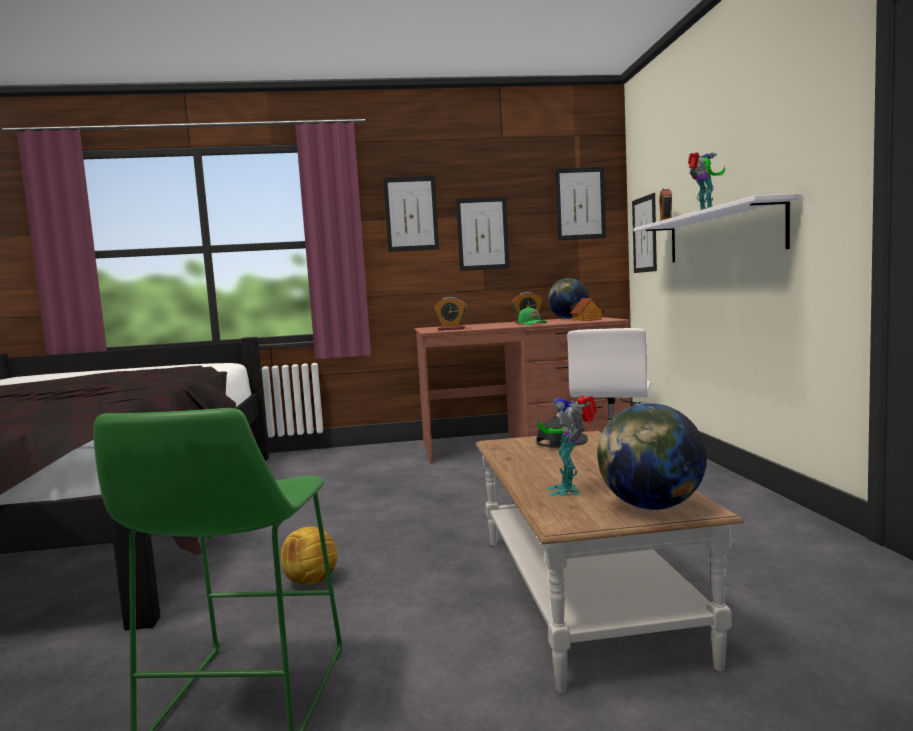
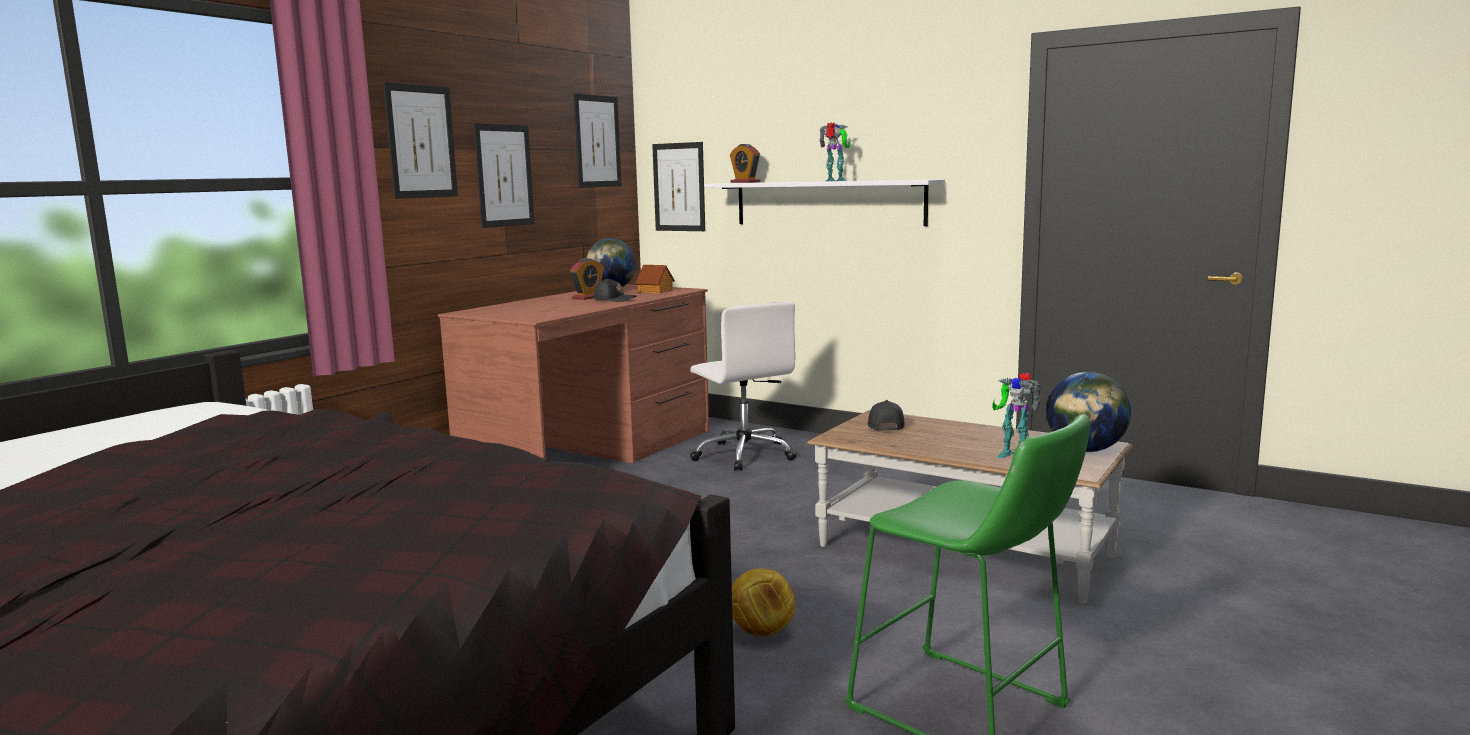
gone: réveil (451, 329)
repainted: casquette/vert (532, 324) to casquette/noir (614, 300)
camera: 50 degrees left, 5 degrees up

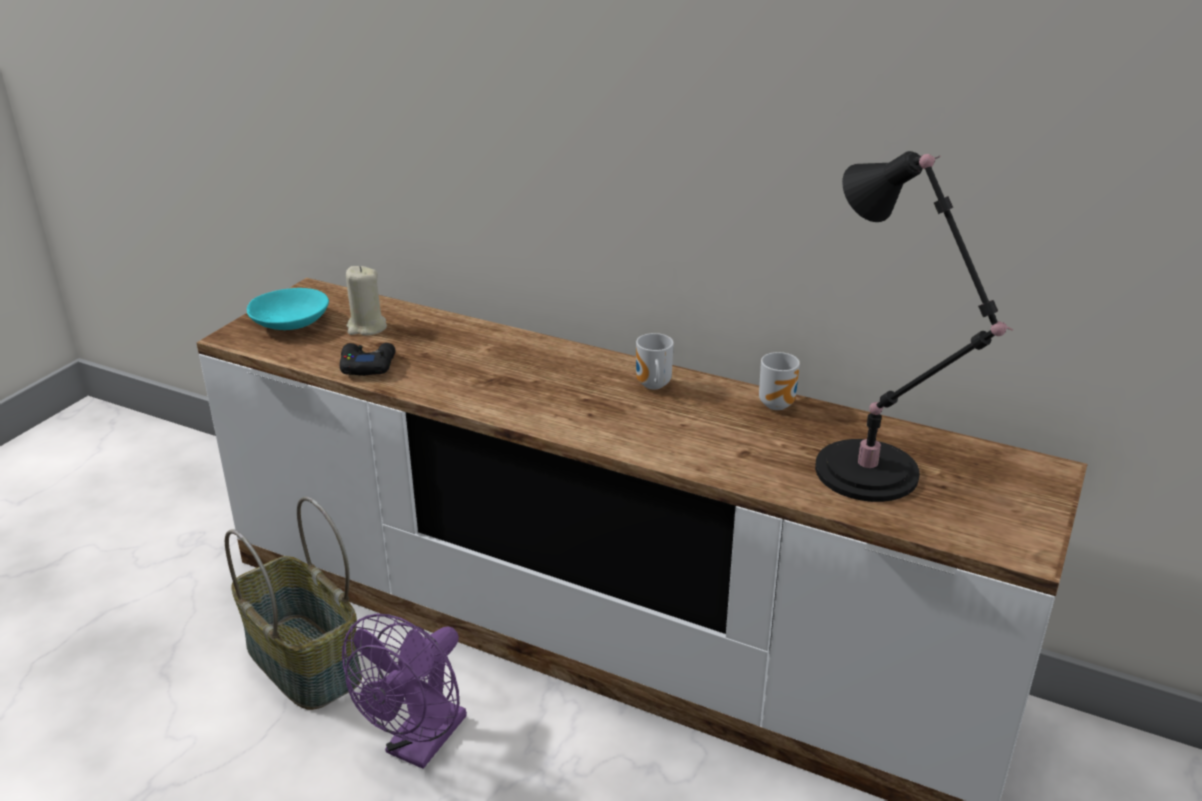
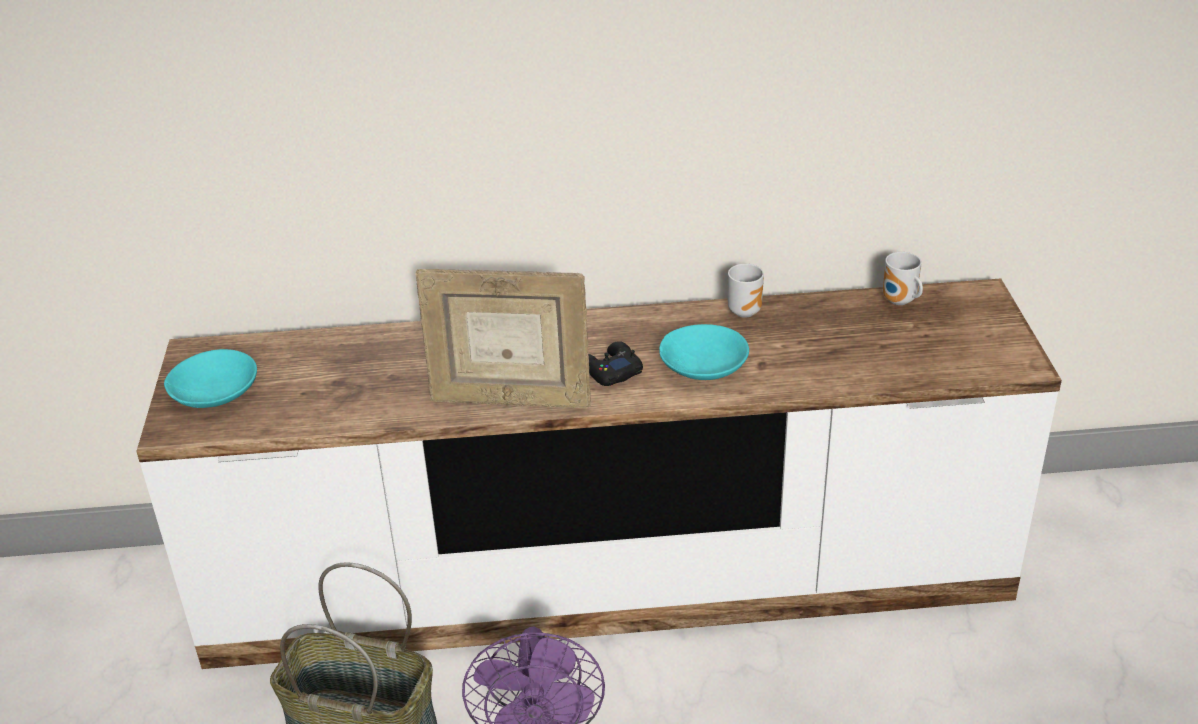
gone: bougie/beige (366, 327); lampe de table/noir (873, 476)
new: cadre photo (509, 400); bol/turquoise (702, 366)
shifted: manette/noir (367, 365) to (609, 370); mug (652, 386) to (899, 302)
camera: 30 degrees left, 5 degrees up

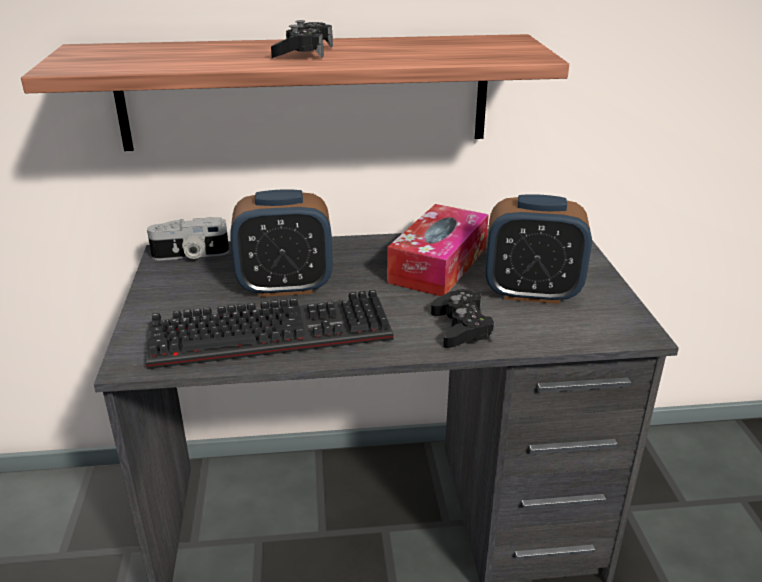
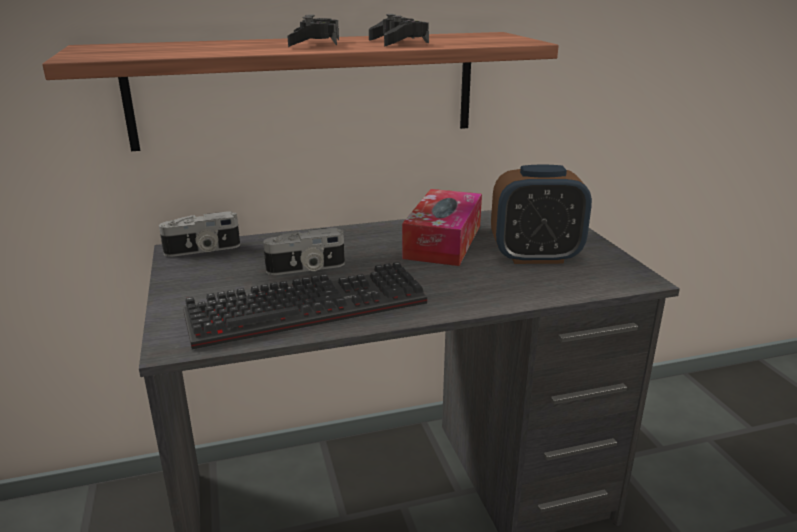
shifted: manette/noir (461, 327) to (398, 42)
swapped: réveil (285, 286) to appareil photo (306, 269)
camera: 10 degrees left, 5 degrees down

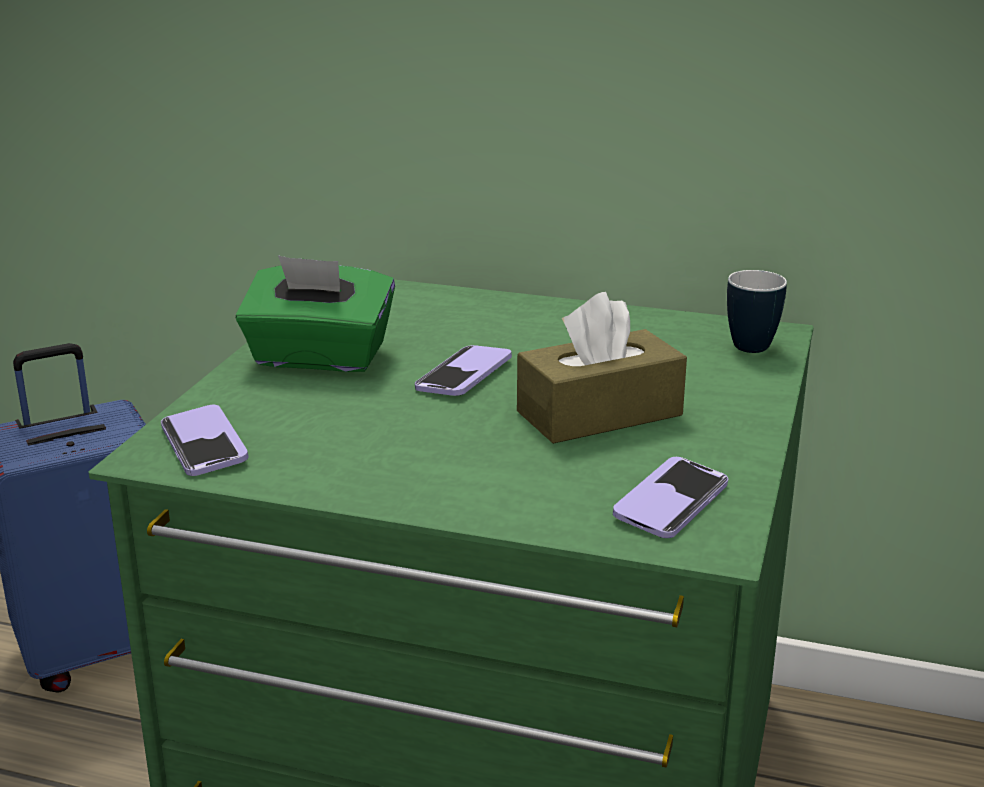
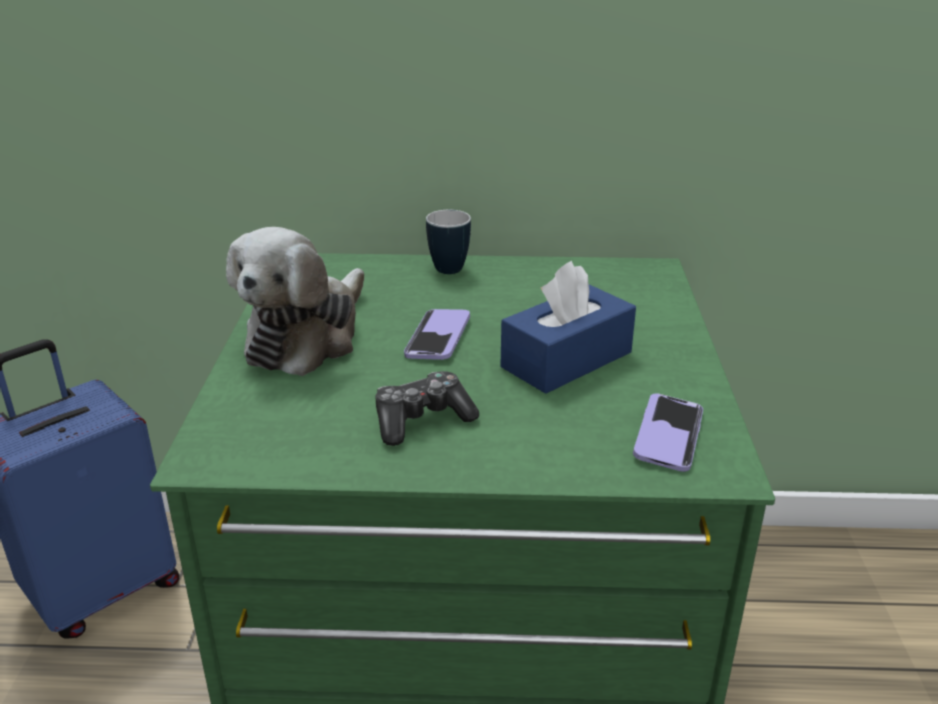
gone: téléphone (204, 444)
new: manette (422, 420)
shifted: mug (753, 343) to (450, 266)
swapped: boîte à mouchoirs/vert (319, 358) to peluche (307, 337)
repainted: boîte à mouchoirs/marron (599, 413) to boîte à mouchoirs/bleu (566, 360)
camera: 15 degrees left, 5 degrees up

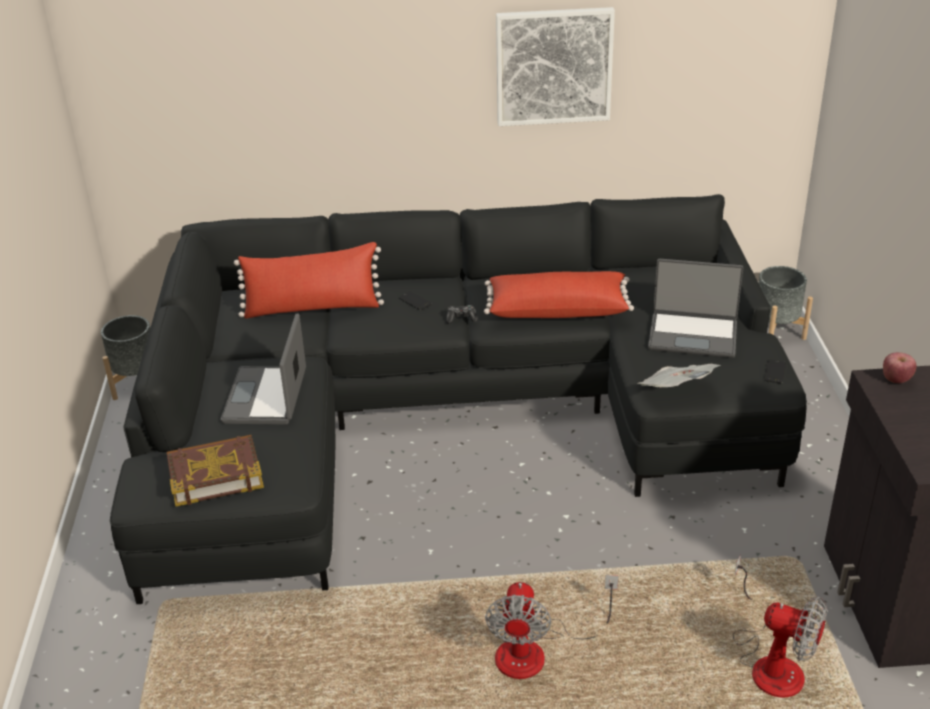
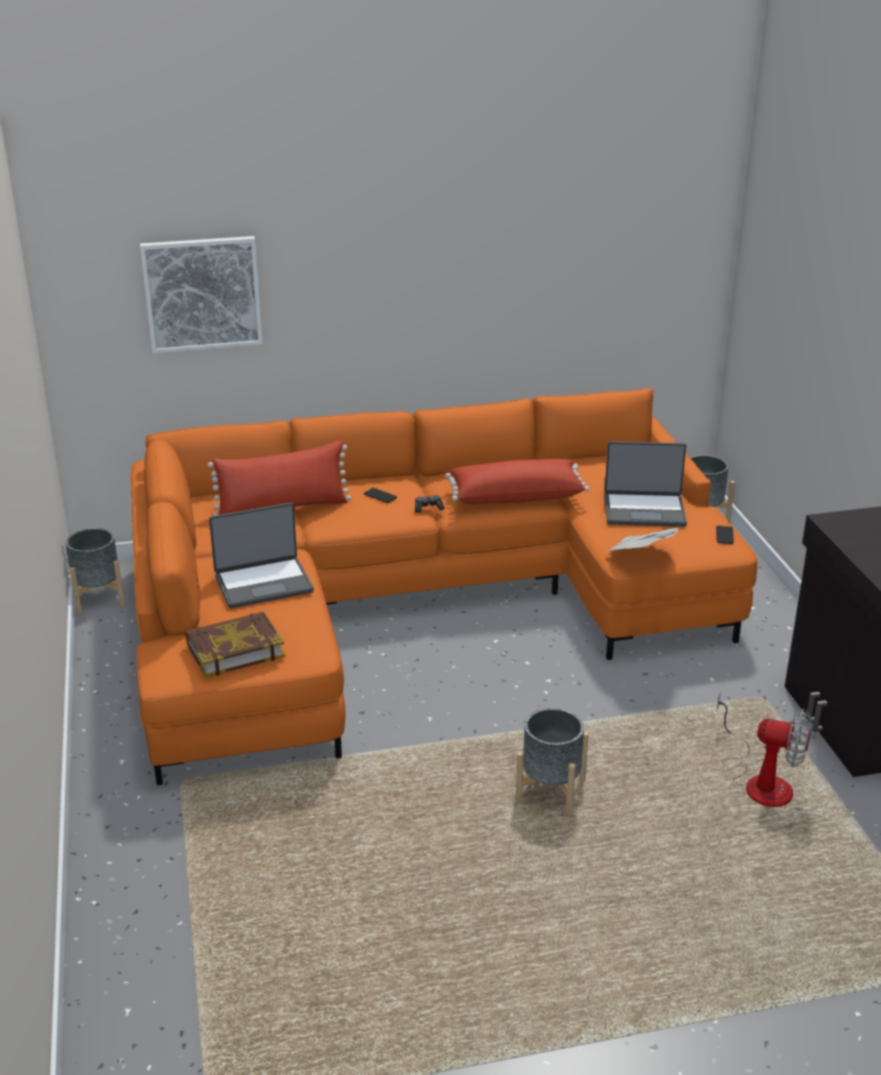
gone: pomme (896, 379)
shifted: tableau (553, 66) to (202, 294)
swapped: ventilateur (536, 652) to cache-pot/gris (550, 791)
repainted: canapé/noir (444, 415) to canapé/orange (411, 605)
rotated: ordinateur portable (267, 397) = (263, 583) 105 degrees counterclockwise
camera: 10 degrees left, 5 degrees down

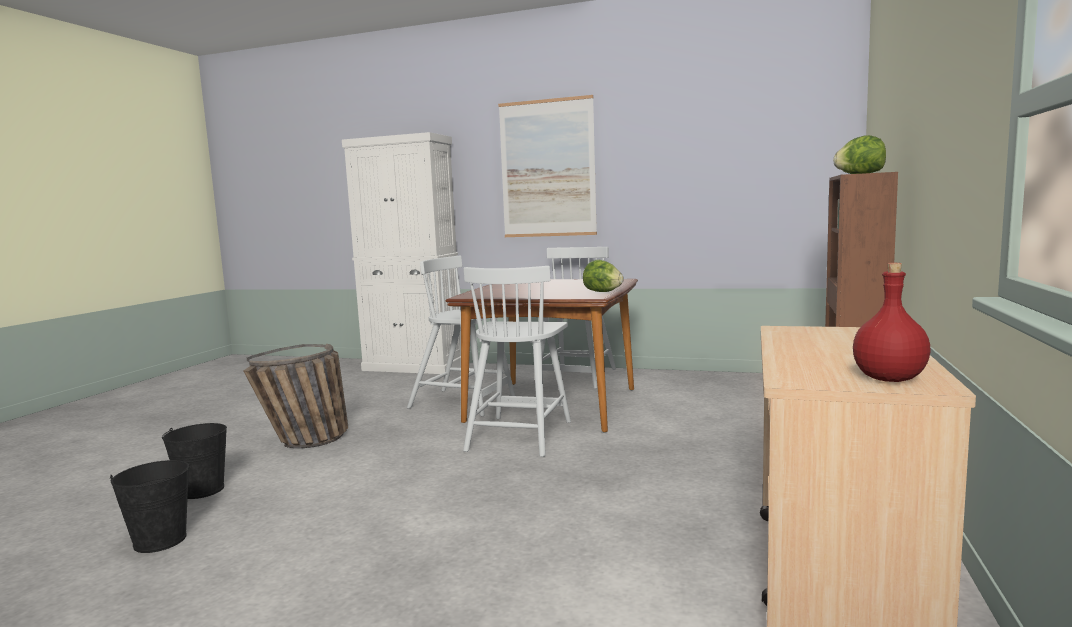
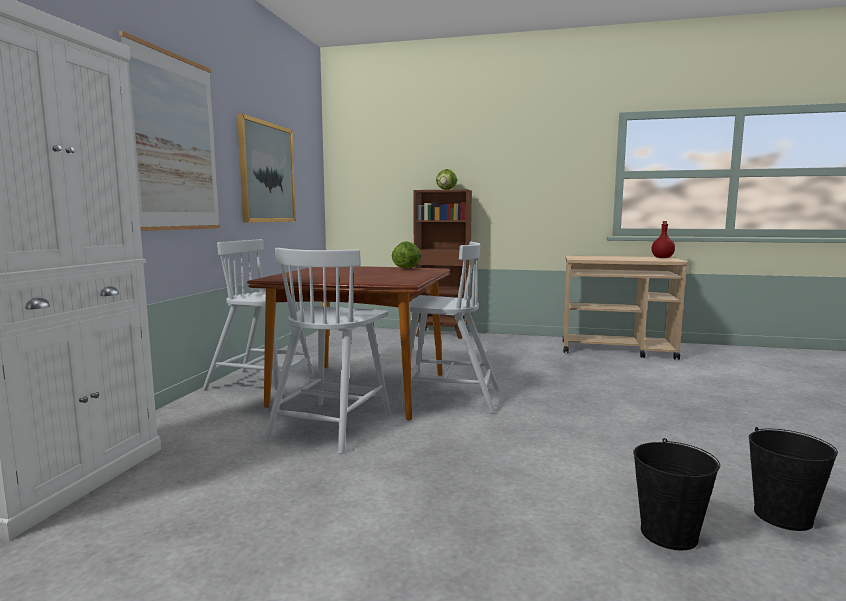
gone: panier (306, 443)
new: tableau (267, 173)
camera: 95 degrees left, 0 degrees up

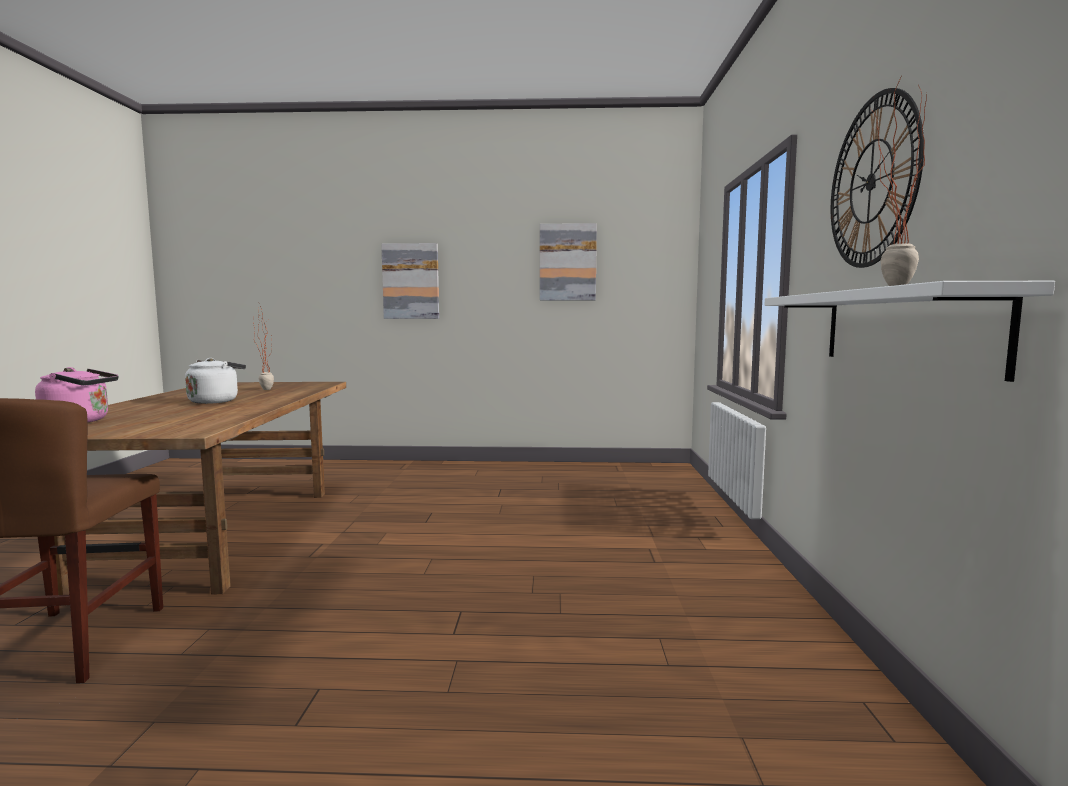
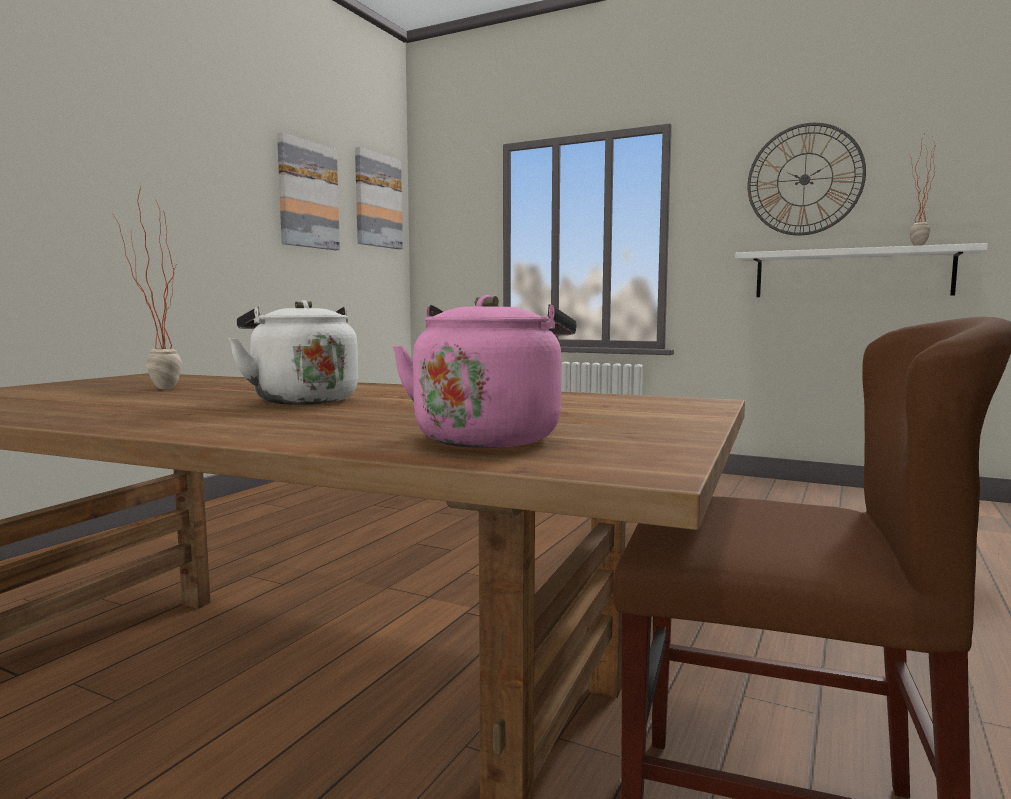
shifted: tableau (411, 281) to (377, 201)
camera: 65 degrees left, 0 degrees up

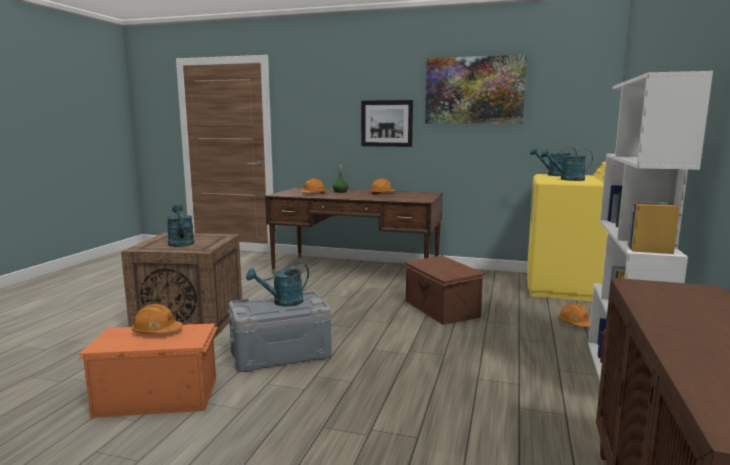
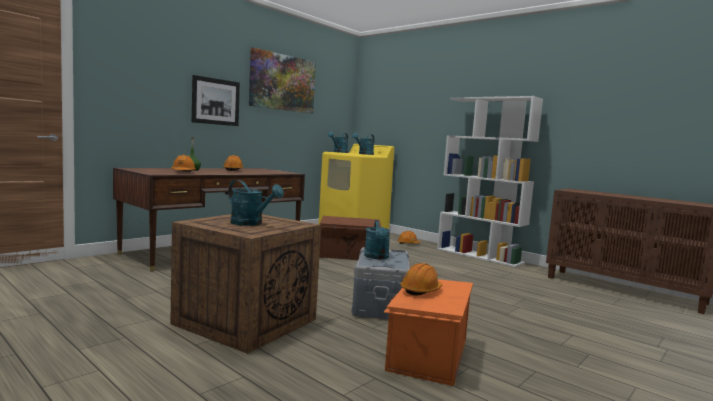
rotated: arrosoir/turquoise (180, 242) = (251, 223) 150 degrees counterclockwise
camera: 65 degrees left, 5 degrees down

